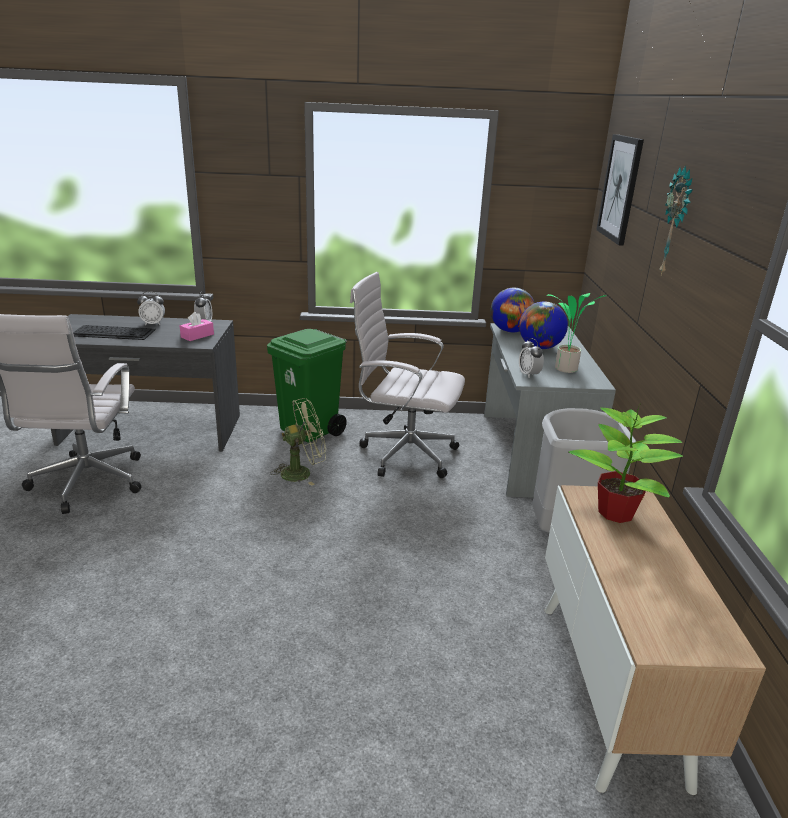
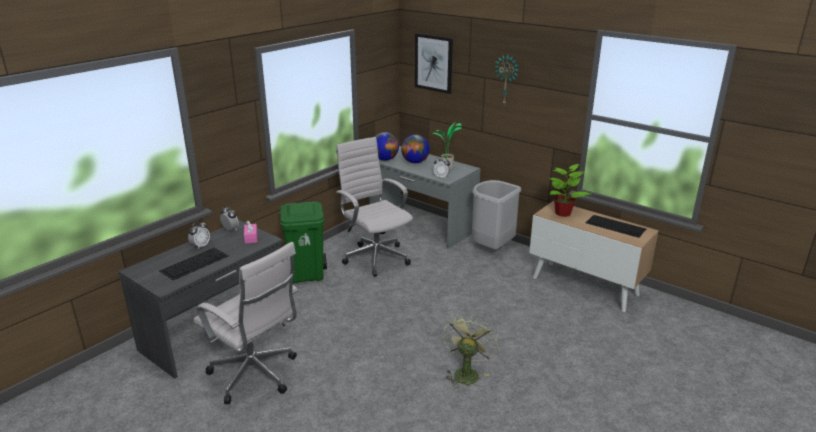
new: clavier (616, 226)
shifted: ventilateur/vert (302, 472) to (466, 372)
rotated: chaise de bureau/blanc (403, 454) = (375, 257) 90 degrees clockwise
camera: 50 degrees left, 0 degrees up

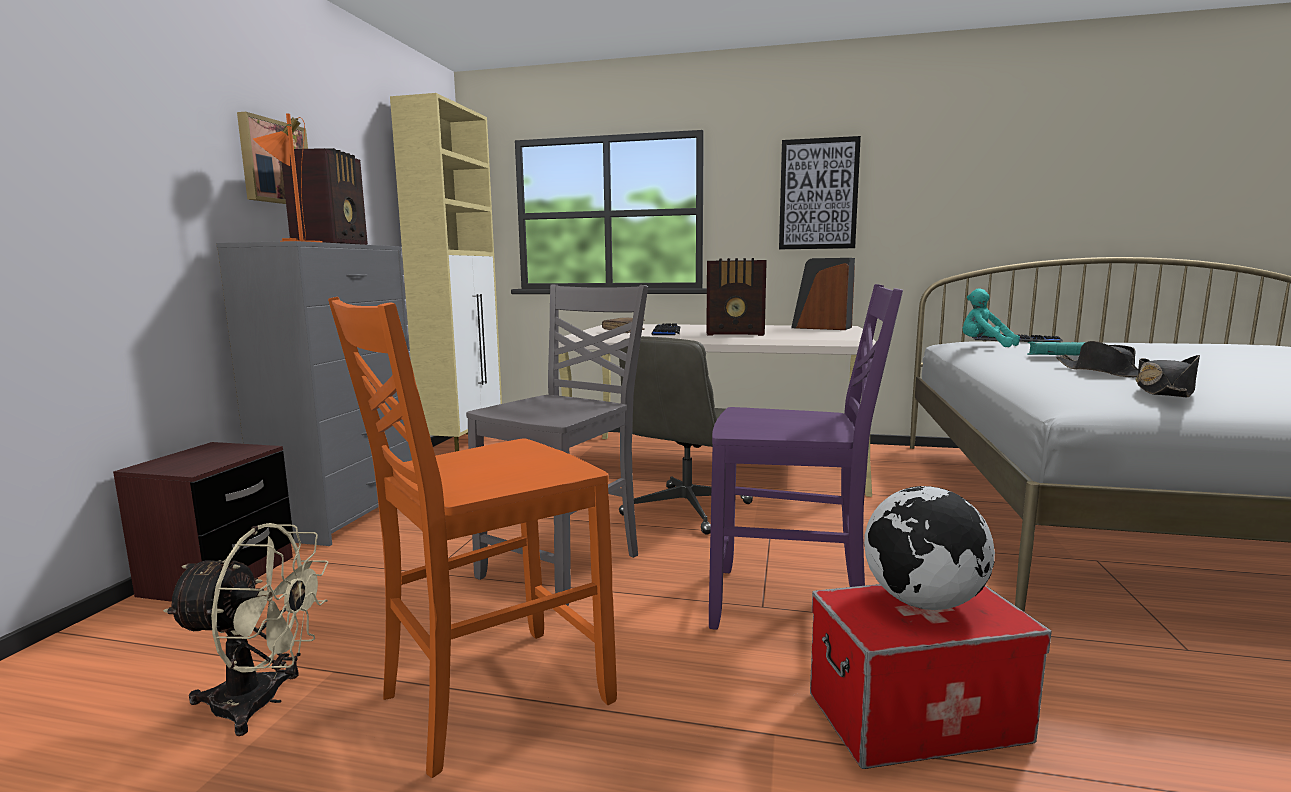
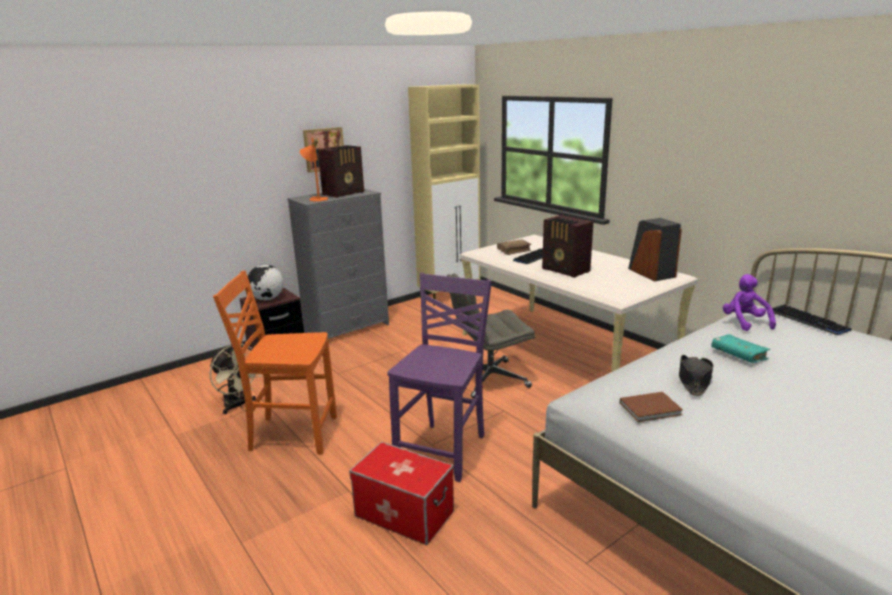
gone: chaise/gris (565, 566); tableau (818, 194)
shifted: globe (923, 603) to (267, 299)
swapped: chapeau/noir (1164, 391) to livre/marron (652, 409)
repainted: peluche/turquoise (984, 345) to peluche/violet (744, 322)
rotated: chaise/violet (791, 605) = (444, 450) 120 degrees counterclockwise
camera: 40 degrees right, 10 degrees up

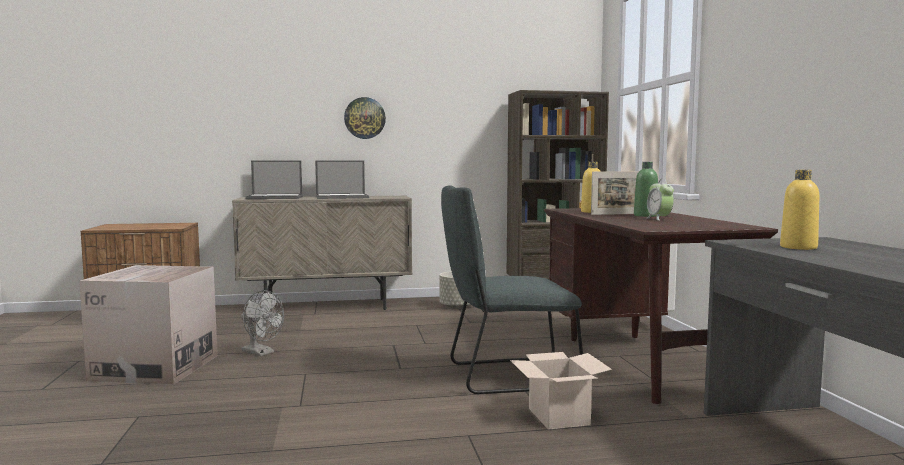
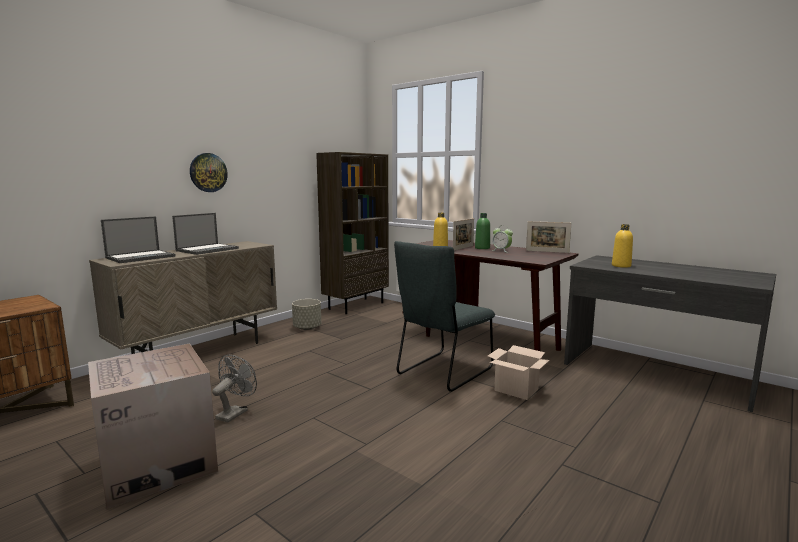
new: cadre photo (547, 251)
rotated: ventilateur/gris (261, 353) = (235, 412) 60 degrees counterclockwise
camera: 40 degrees left, 5 degrees up

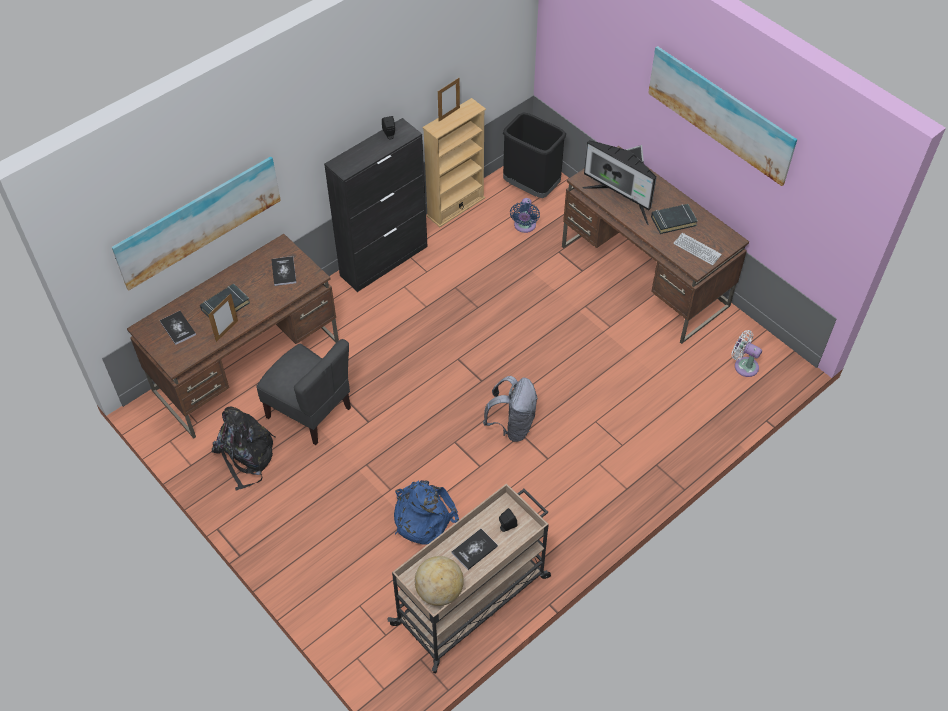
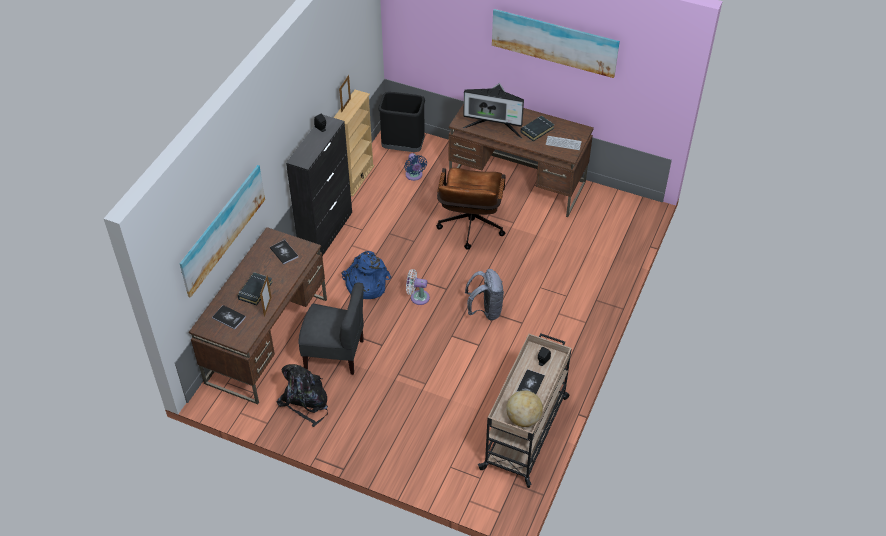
new: chaise de bureau/marron (470, 229)
shifted: sac à dos/bleu (422, 517) to (365, 284); ventilateur/blanc (744, 365) to (417, 297)
camera: 25 degrees left, 5 degrees down

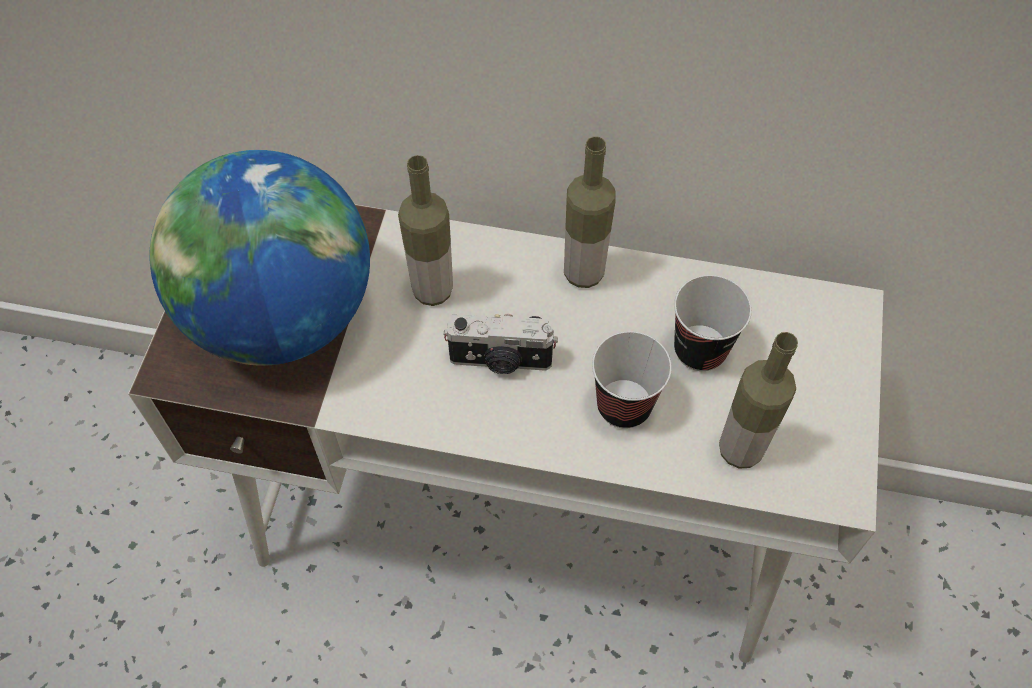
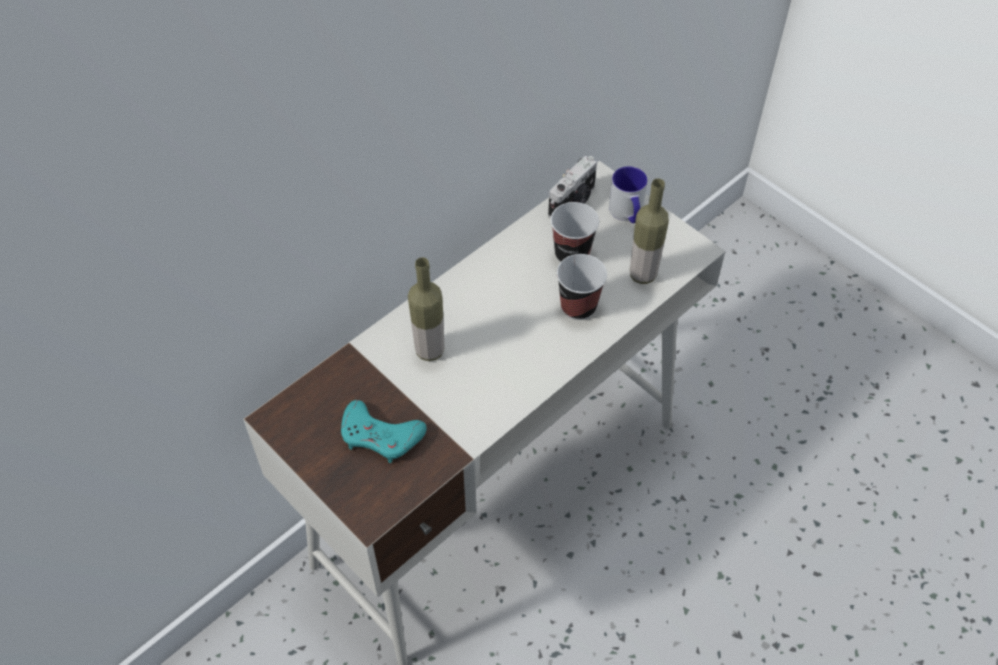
gone: bouteille (583, 273)
new: mug (627, 213)
shifted: appareil photo (500, 361) to (573, 202)
swapped: globe (281, 316) to manette/turquoise (380, 436)
camera: 55 degrees left, 5 degrees down

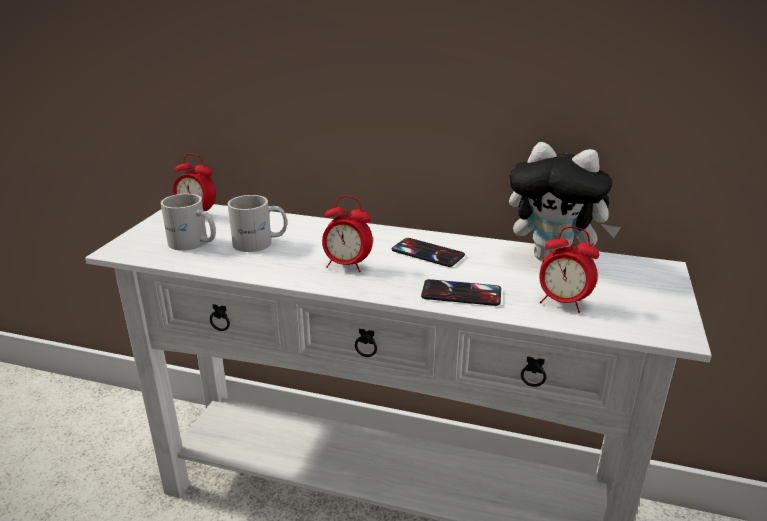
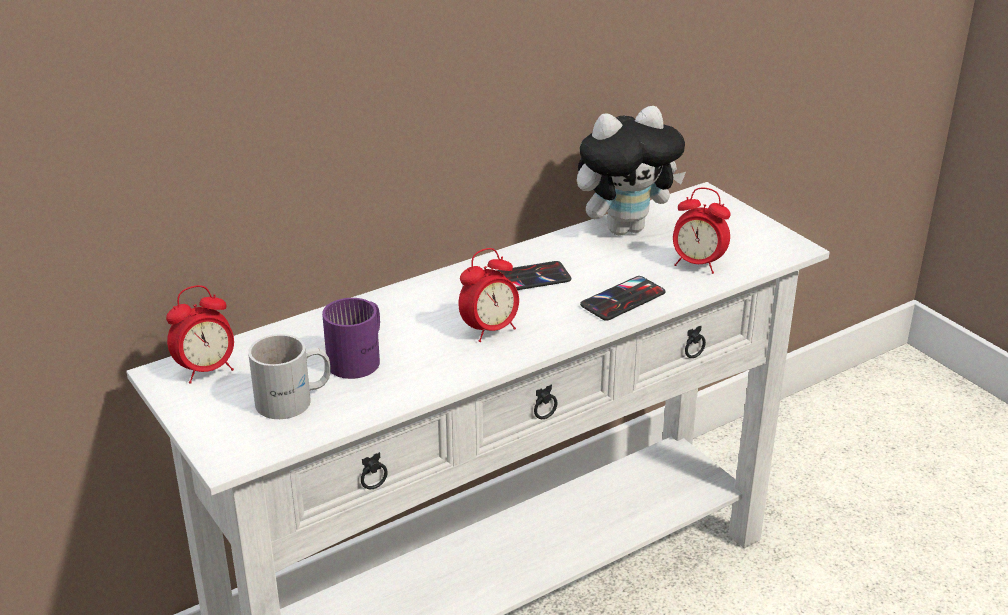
repainted: mug/blanc (260, 243) to mug/violet (361, 358)
rotated: réveil (562, 303) = (697, 264) 45 degrees clockwise
camera: 50 degrees left, 5 degrees up

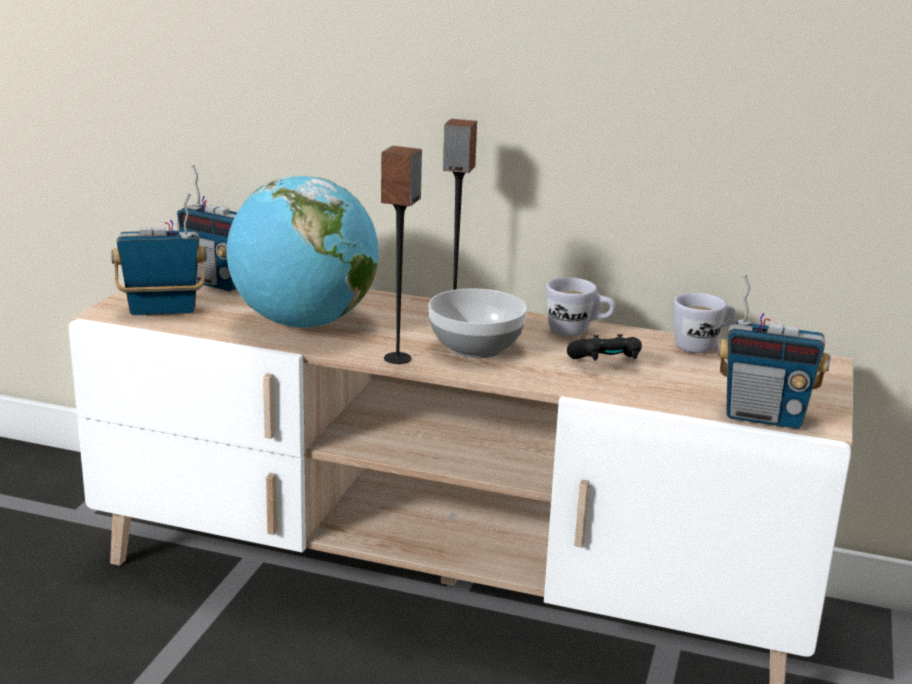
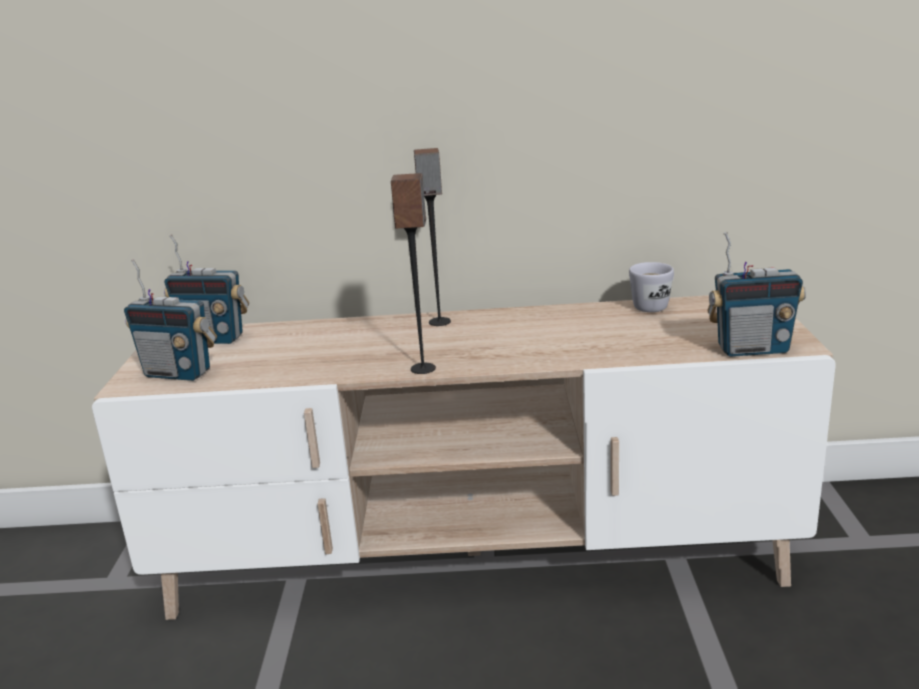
gone: globe (303, 324); bol (477, 347); mug/blanc (577, 332); manette/noir (606, 363)
rotated: radio (162, 310) = (178, 373) 135 degrees counterclockwise
camera: 15 degrees left, 0 degrees up

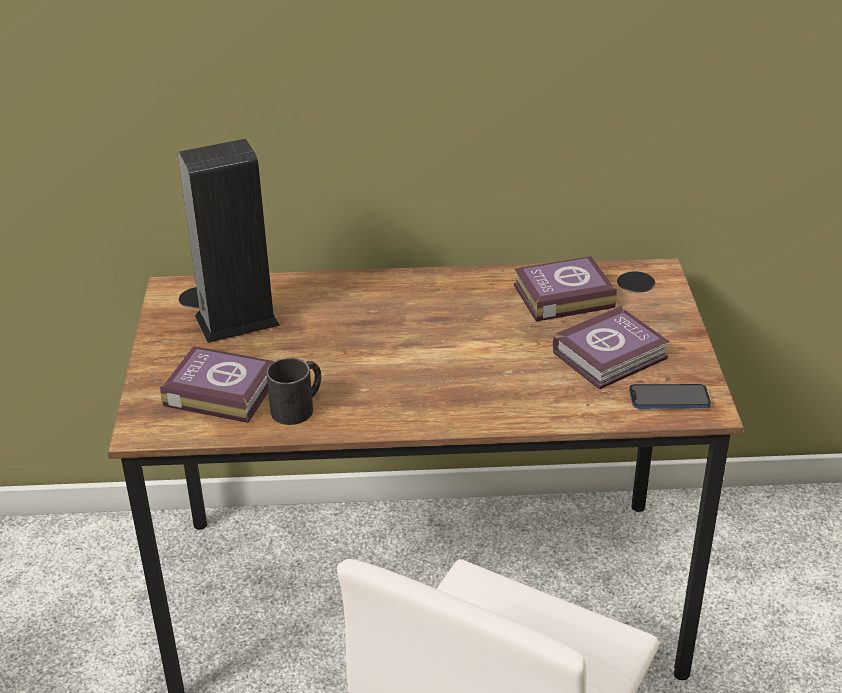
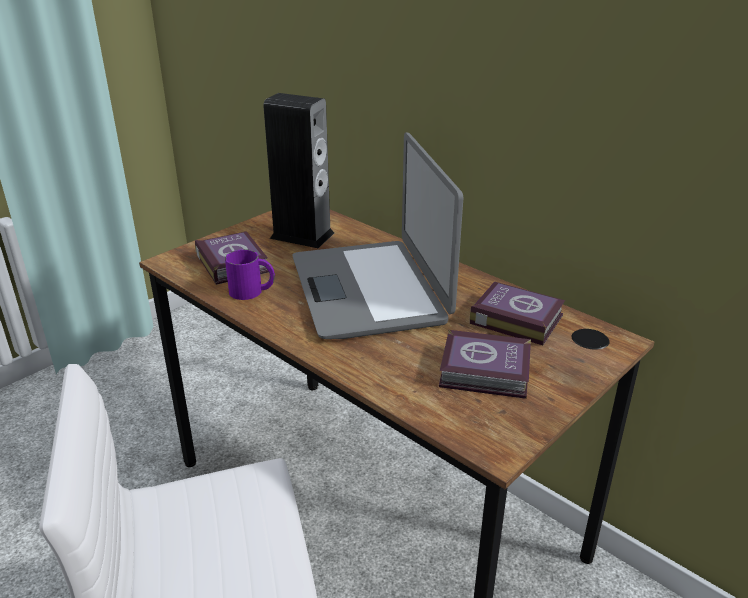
gone: téléphone (669, 398)
new: ordinateur portable (370, 289)
repainted: mug/noir (299, 406) to mug/violet (252, 291)
camera: 45 degrees right, 5 degrees down

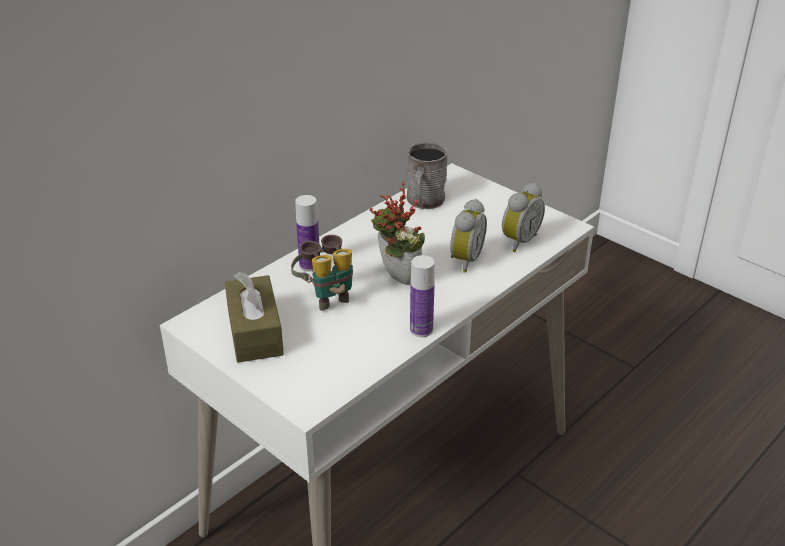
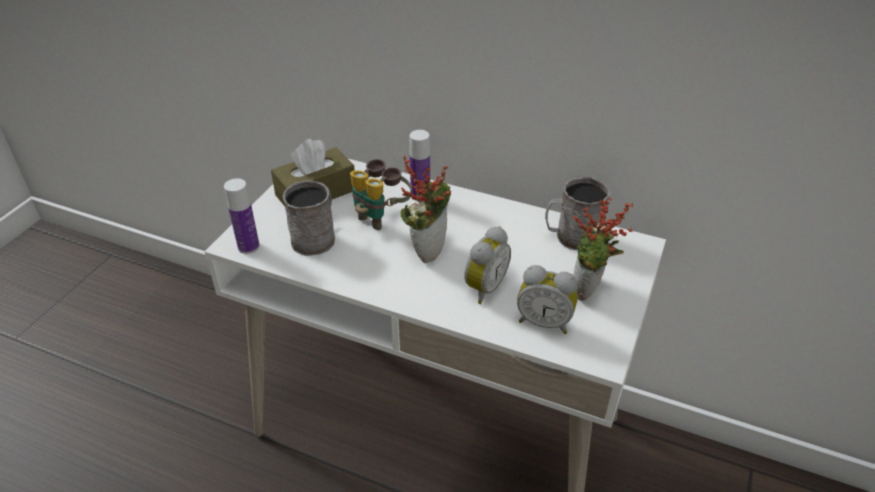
new: mug/gris (316, 237); plante en pot (589, 292)
shifted: bouteille (421, 329) to (248, 246)
rotated: réveil (464, 260) = (483, 287) 60 degrees counterclockwise
camera: 70 degrees right, 5 degrees up

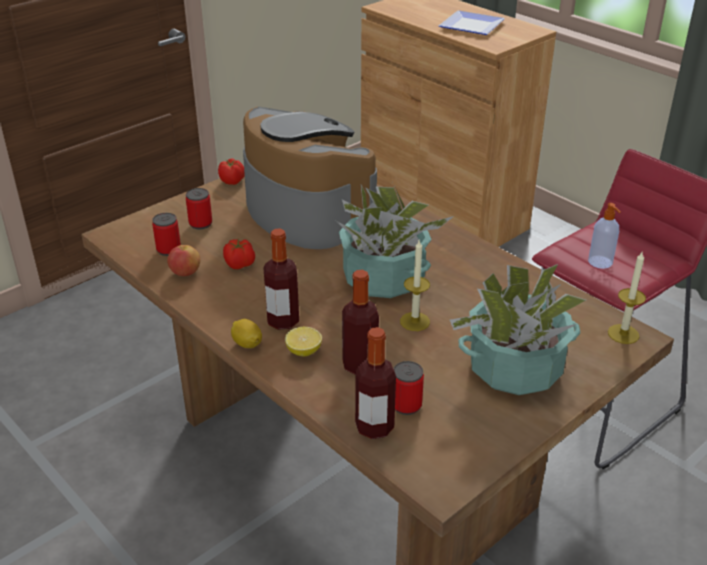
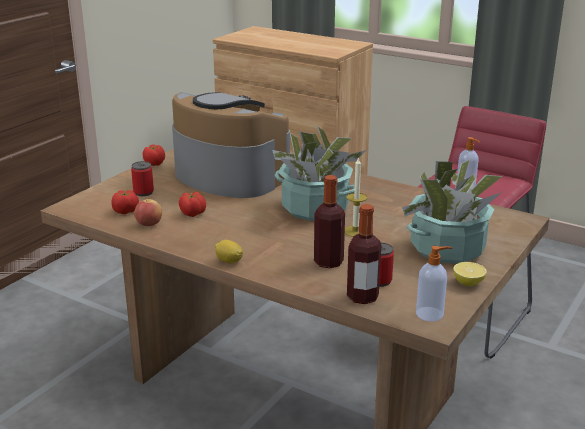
gone: bouteille (283, 321); assiette (472, 27); bougie (623, 334)
new: distributeur de savon (430, 314)
shifted: citron (303, 351) to (468, 283)
swapped: boîte métallique (168, 249) to tomate (125, 211)
camera: 15 degrees left, 10 degrees down

